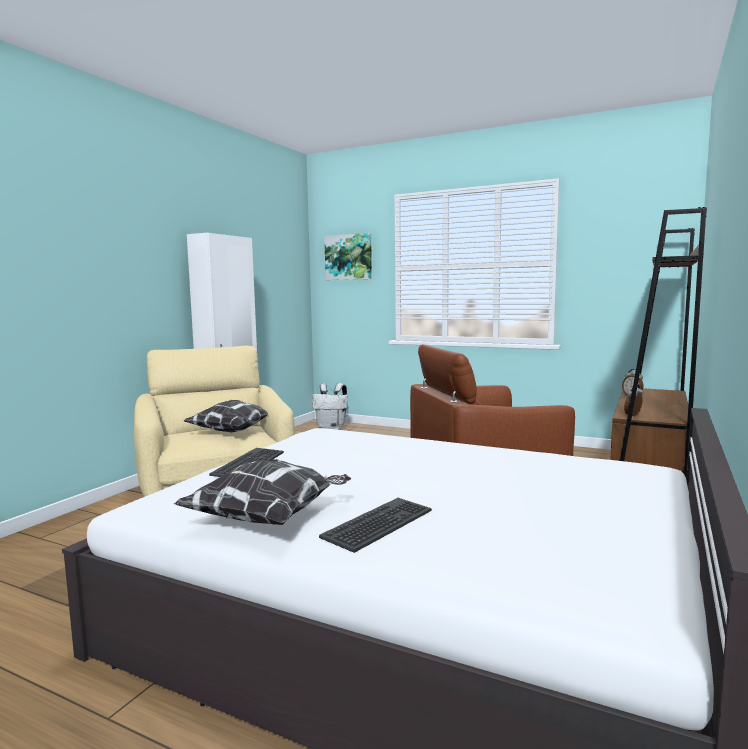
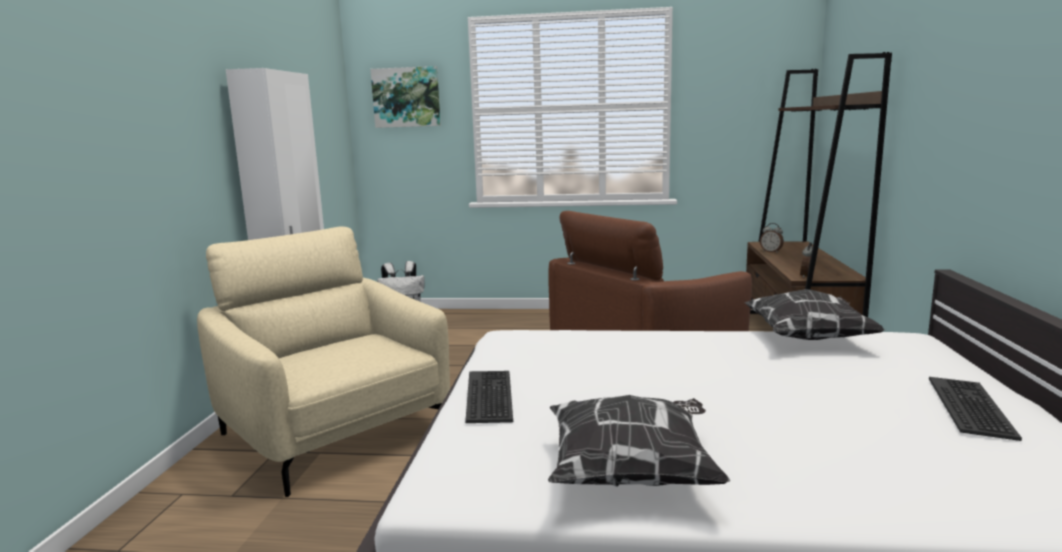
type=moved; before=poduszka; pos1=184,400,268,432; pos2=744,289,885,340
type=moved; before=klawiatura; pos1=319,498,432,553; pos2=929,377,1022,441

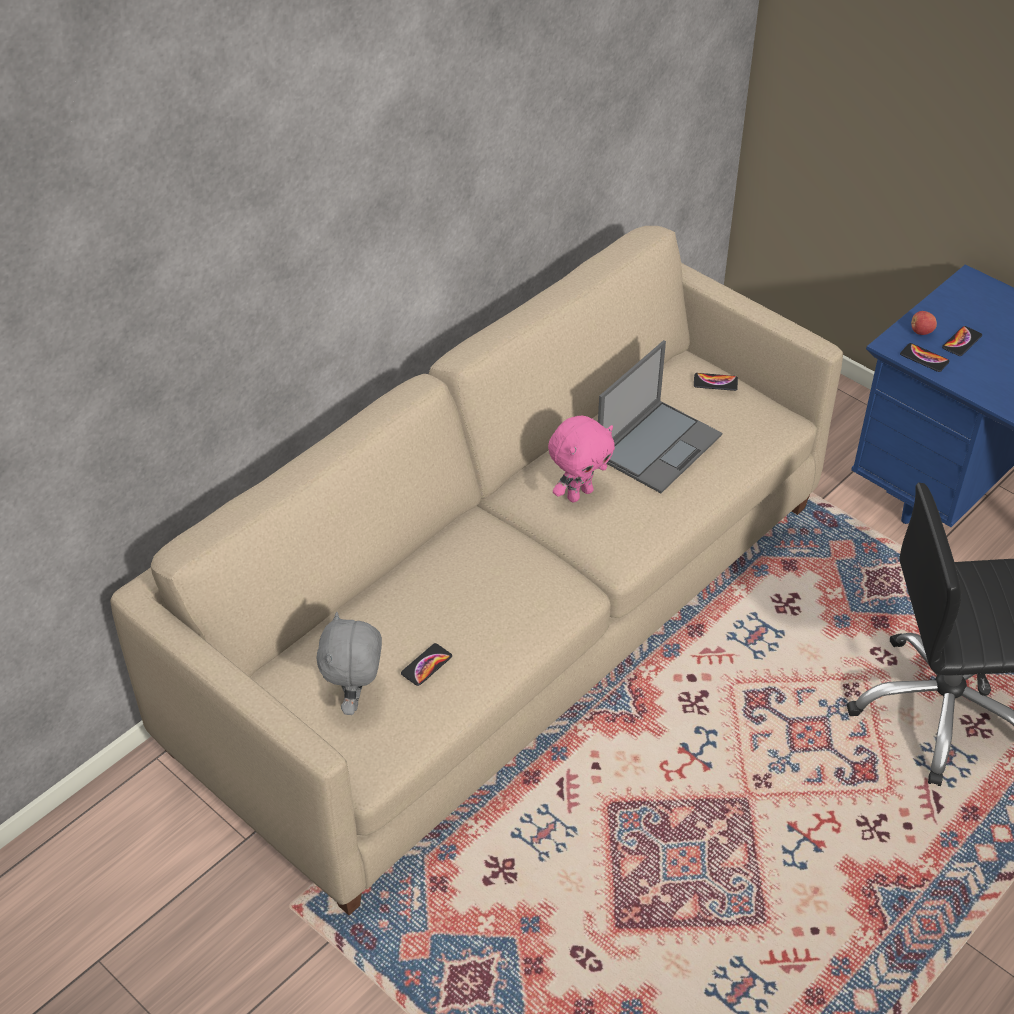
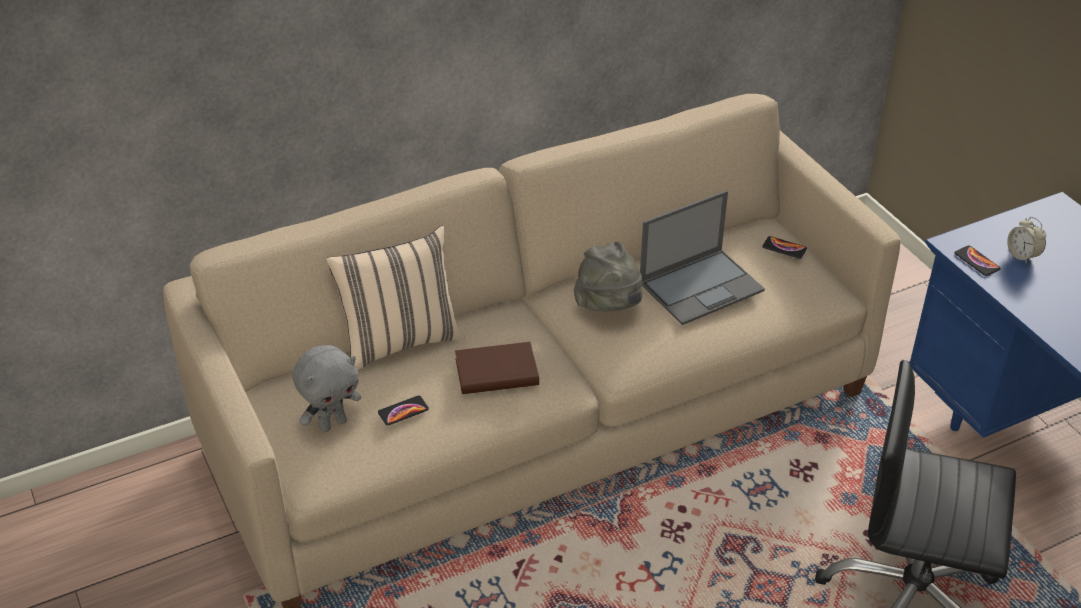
type=turned; before=pluszak/szary; pos1=316,612,382,715; pos2=293,345,361,432; turn=-150
type=replaced; before=pluszak/różowy; after=kapelusz/szary; pos1=548,416,615,502; pos2=574,241,642,312
type=removed; before=jabłko; pos1=911,311,937,335
type=replaced; before=telefon; after=budzik; pos1=942,326,982,356; pos2=1007,217,1046,264
type=added; after=poduszka/beżowy; pos2=326,226,465,371
type=added; after=książka/brązowy; pos2=455,342,539,394

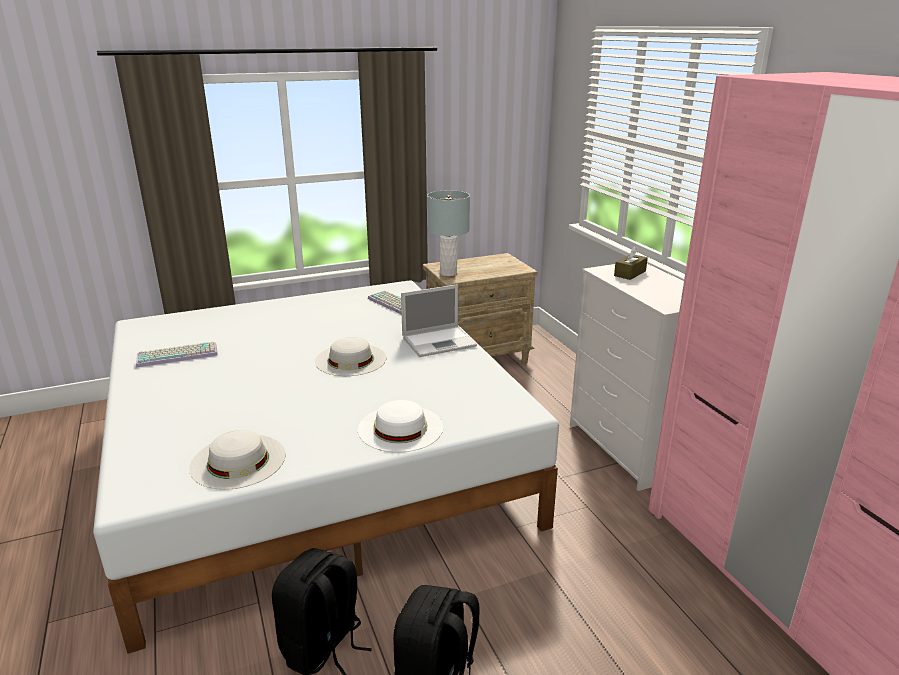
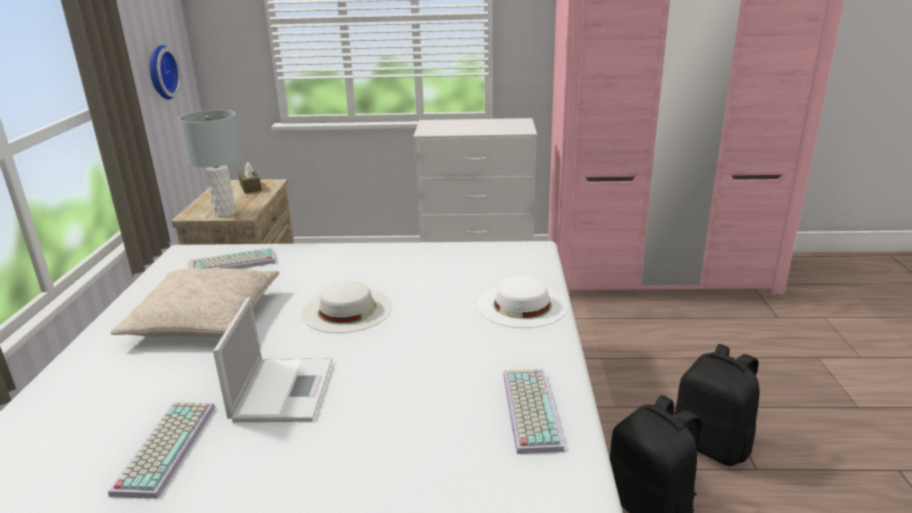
type=replaced; before=kapelusz/biały; after=klawiatura; pos1=189,430,285,490; pos2=503,369,565,454
type=moved; before=laptop; pos1=401,284,477,357; pos2=213,297,332,422
type=moved; before=pudełko chusteczek/brązowy; pos1=614,246,648,280; pos2=238,163,262,193
type=added; after=poduszka/beżowy; pos2=110,268,279,337
type=added; after=zegar ścienny; pos2=150,45,181,100

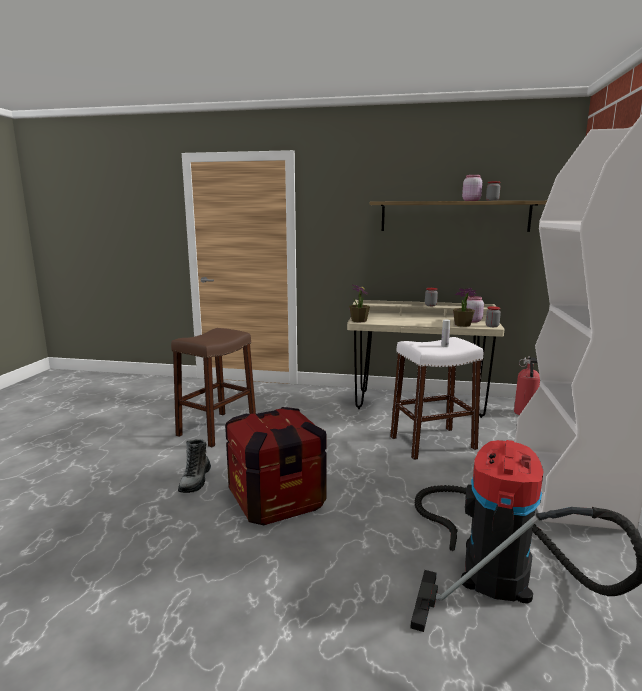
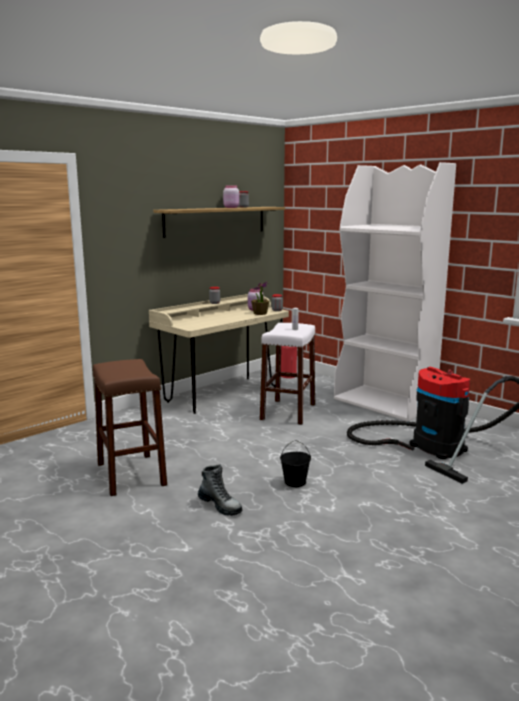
type=replaced; before=skrzynka; after=wiadro/czarny; pos1=225,407,327,526; pos2=280,440,311,487
type=removed; before=roślina doniczkowa; pos1=349,285,370,322

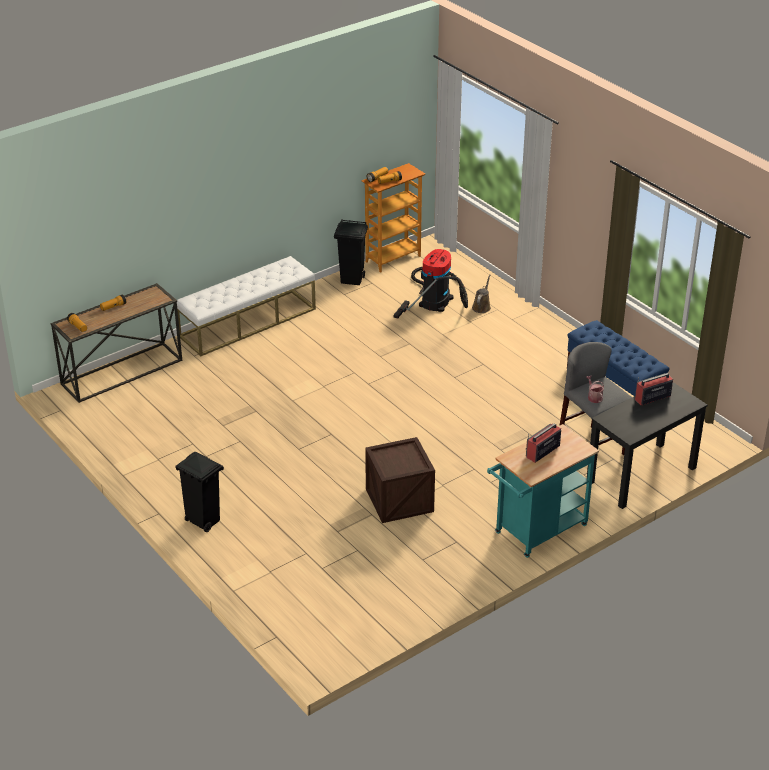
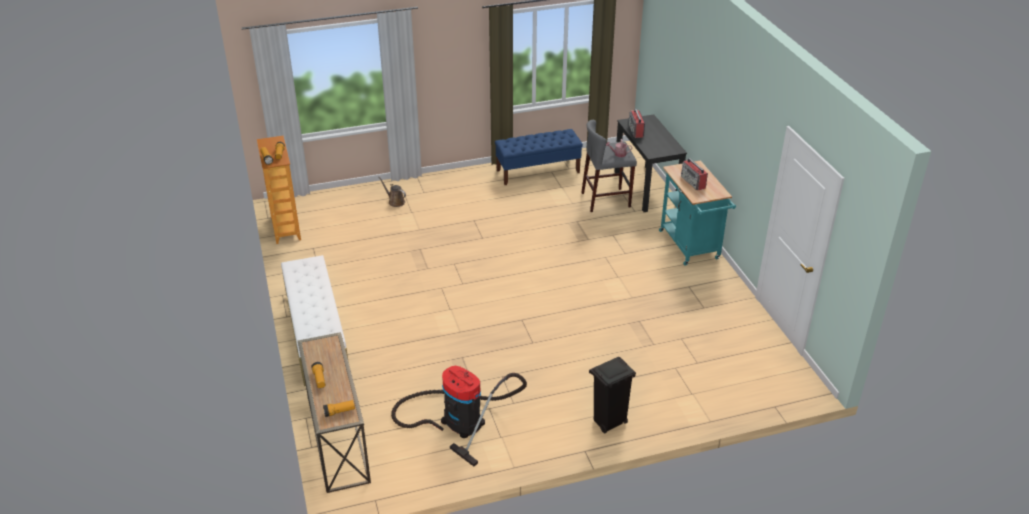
type=removed; before=kosz na śmieci/czarny; pos1=334,220,368,285
type=removed; before=skrzynka; pos1=365,437,435,523
type=moved; before=odkurzacz; pos1=394,249,468,318; pos2=391,366,527,467

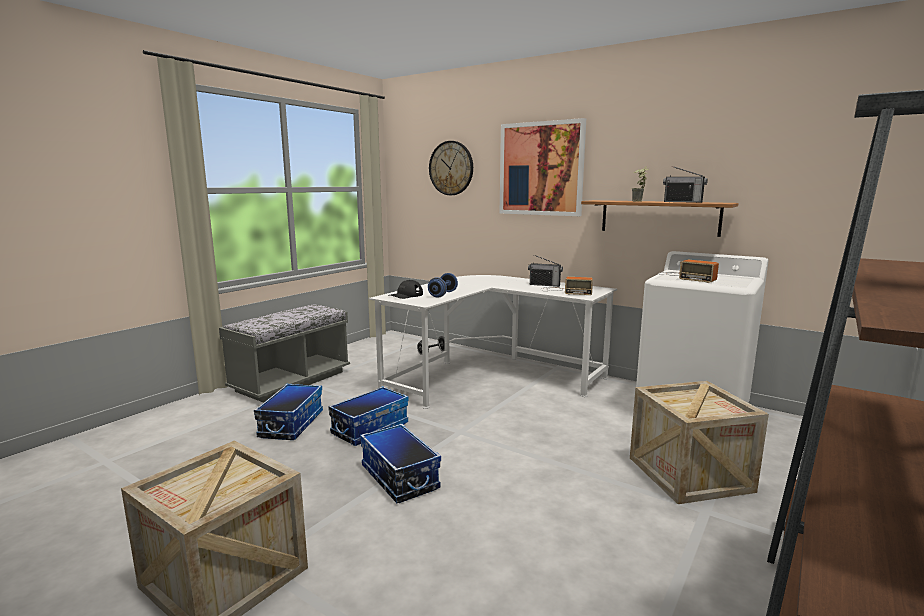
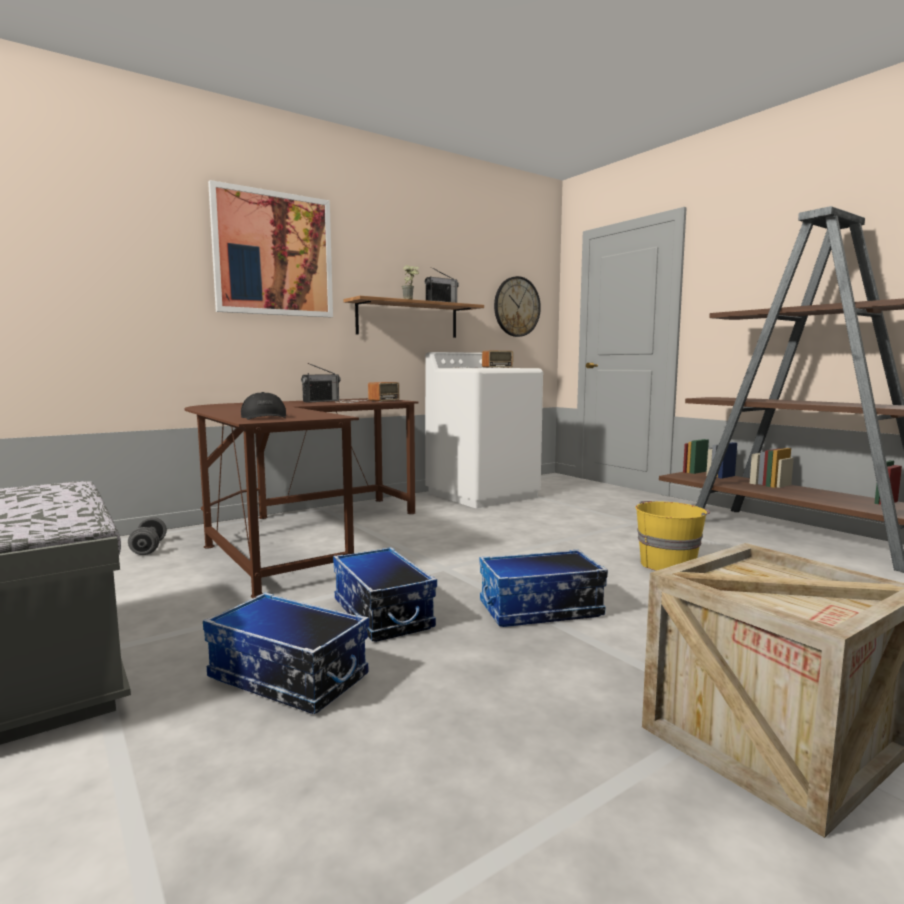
type=recoloured; before=biurko/biały; after=biurko/brązowy; pos1=369,275,617,409; pos2=184,398,418,598
type=removed; before=hantel/niebieski; pos1=428,273,458,298
type=moved; before=zegar ścienny; pos1=429,141,473,195; pos2=494,276,541,337
type=removed; before=skrzynka; pos1=630,381,769,504
type=added; after=wiadro/żółty; pos2=636,501,710,571

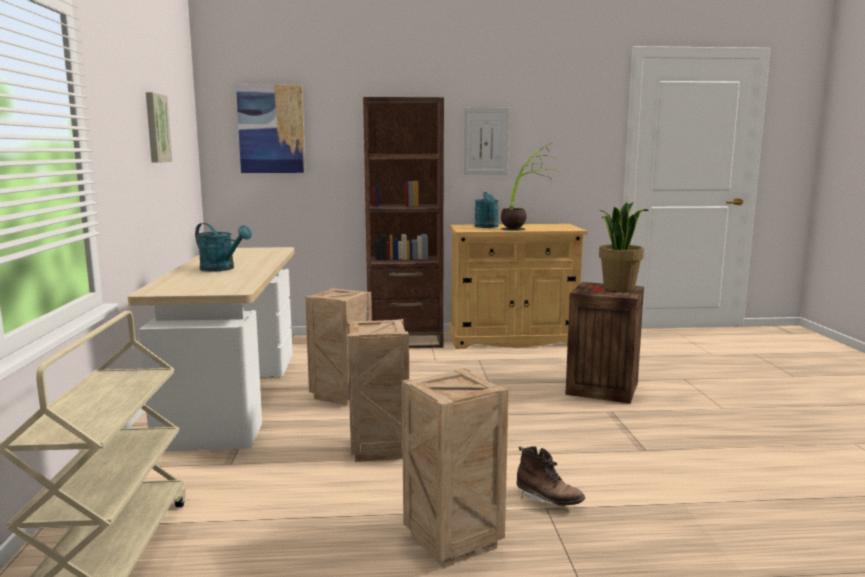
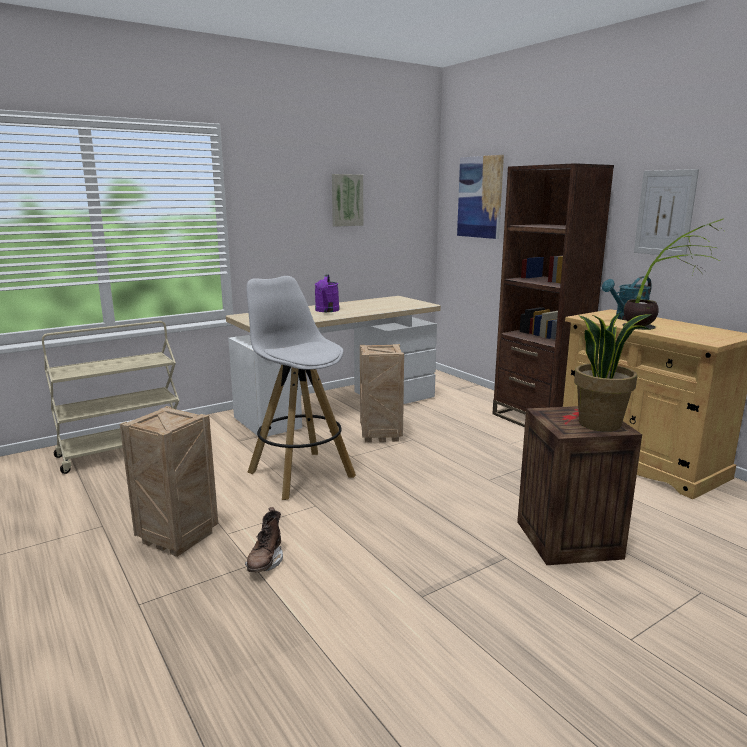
type=recoloured; before=konewka/turkusowy; after=konewka/fioletowy; pos1=195,223,252,271; pos2=314,275,340,312
type=replaced; before=skrzynka; after=stołek/biały; pos1=347,319,409,462; pos2=246,276,356,500

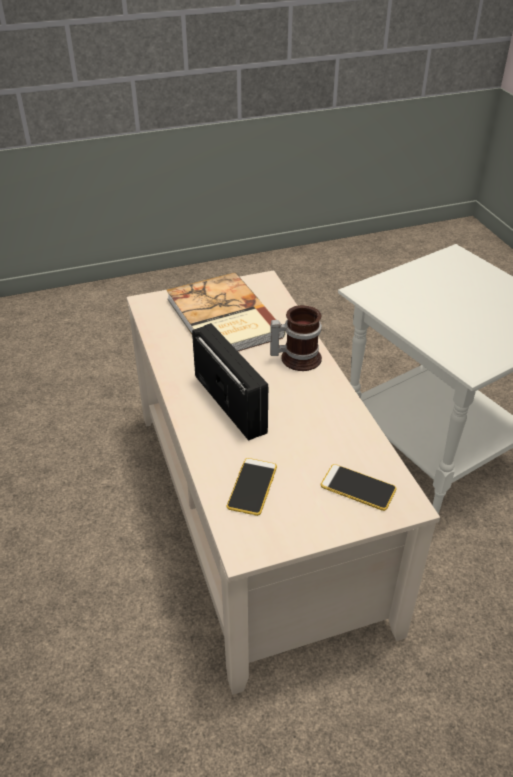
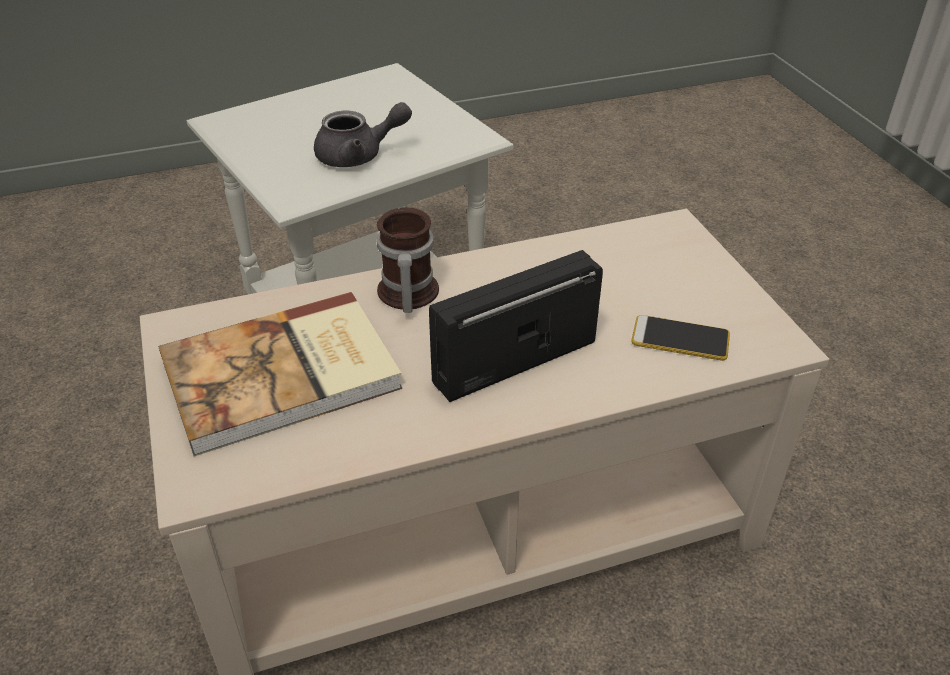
type=removed; before=telefon; pos1=321,464,397,511
type=added; after=imbryk/szary; pos2=314,102,412,167

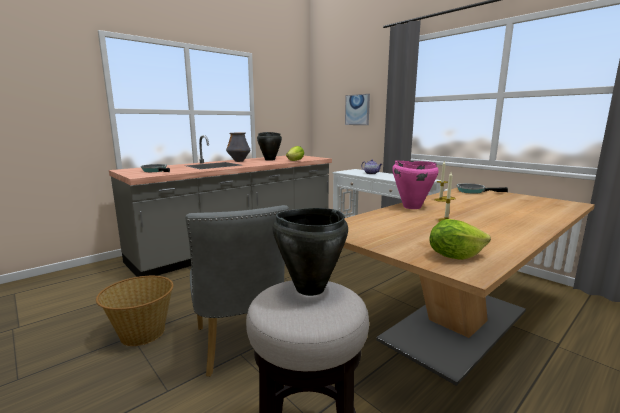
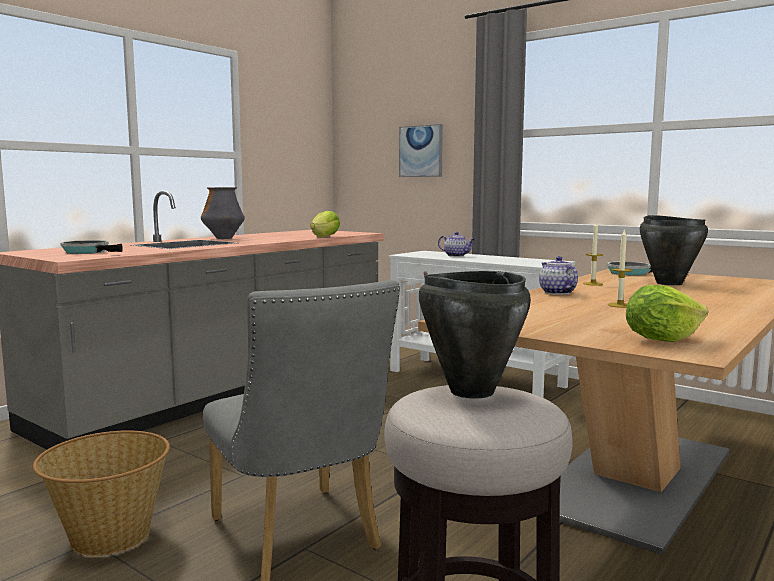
type=moved; before=garnek/czarny; pos1=257,132,282,161; pos2=640,215,708,285
type=replaced; before=garnek/różowy; after=imbryk; pos1=392,161,439,209; pos2=539,256,578,295

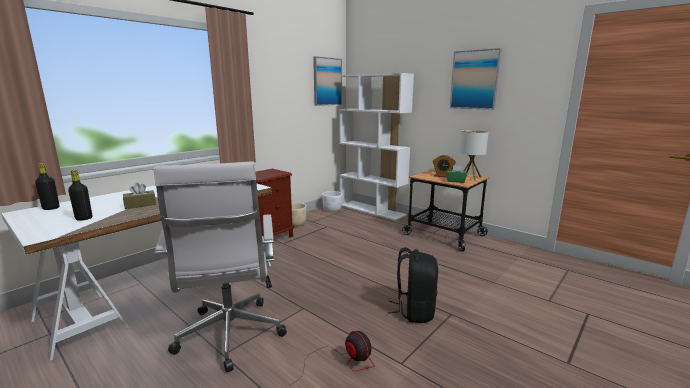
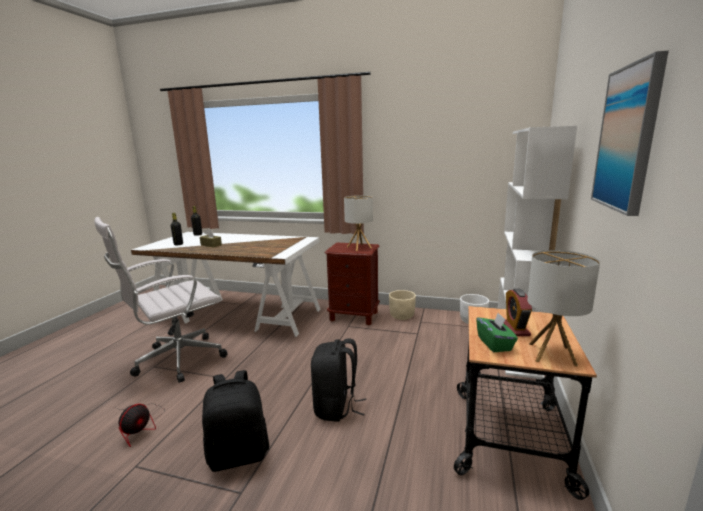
type=removed; before=obraz; pos1=313,56,342,106
type=added; after=plecak/czarny; pos2=311,338,366,422
type=added; after=lampa stołowa; pos2=344,195,373,251

